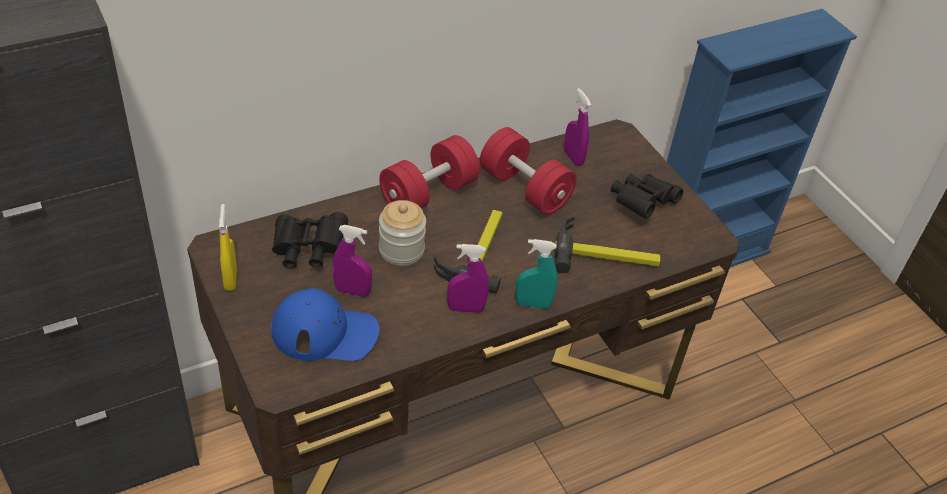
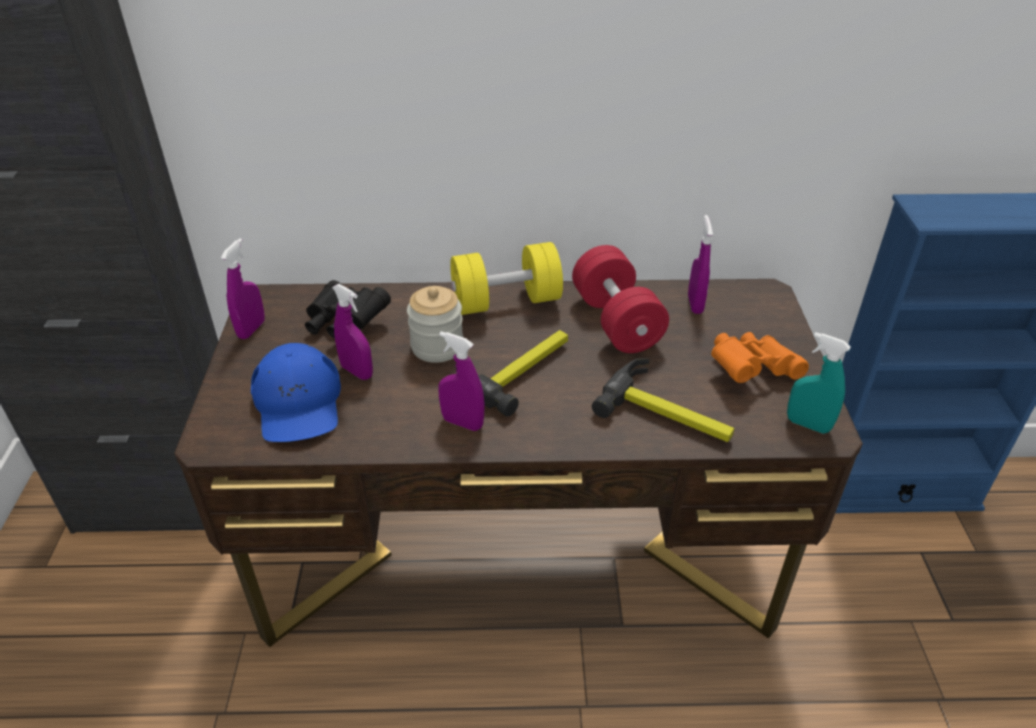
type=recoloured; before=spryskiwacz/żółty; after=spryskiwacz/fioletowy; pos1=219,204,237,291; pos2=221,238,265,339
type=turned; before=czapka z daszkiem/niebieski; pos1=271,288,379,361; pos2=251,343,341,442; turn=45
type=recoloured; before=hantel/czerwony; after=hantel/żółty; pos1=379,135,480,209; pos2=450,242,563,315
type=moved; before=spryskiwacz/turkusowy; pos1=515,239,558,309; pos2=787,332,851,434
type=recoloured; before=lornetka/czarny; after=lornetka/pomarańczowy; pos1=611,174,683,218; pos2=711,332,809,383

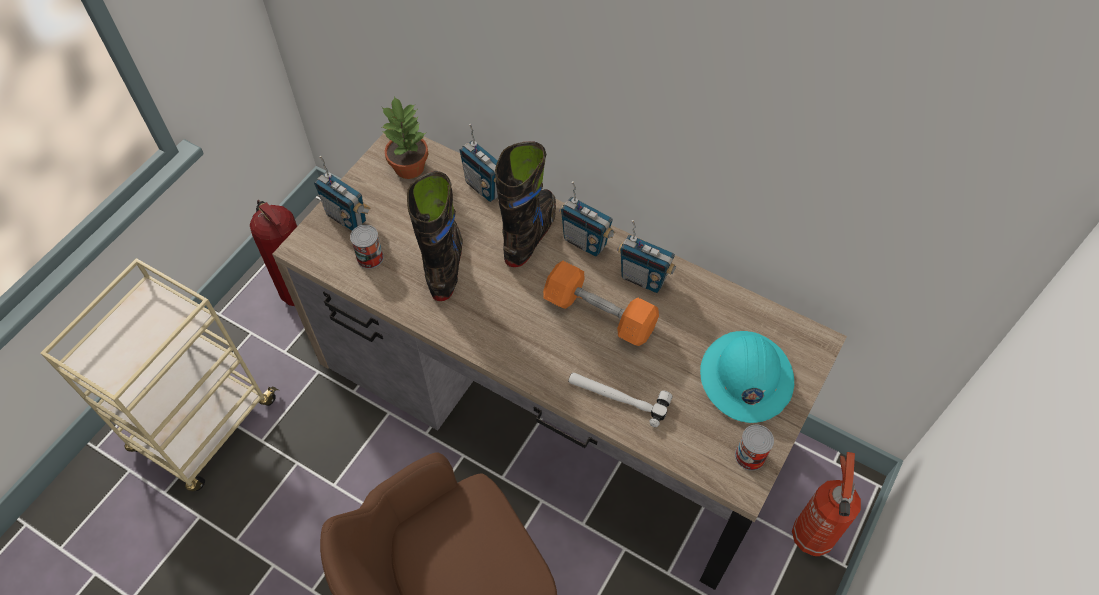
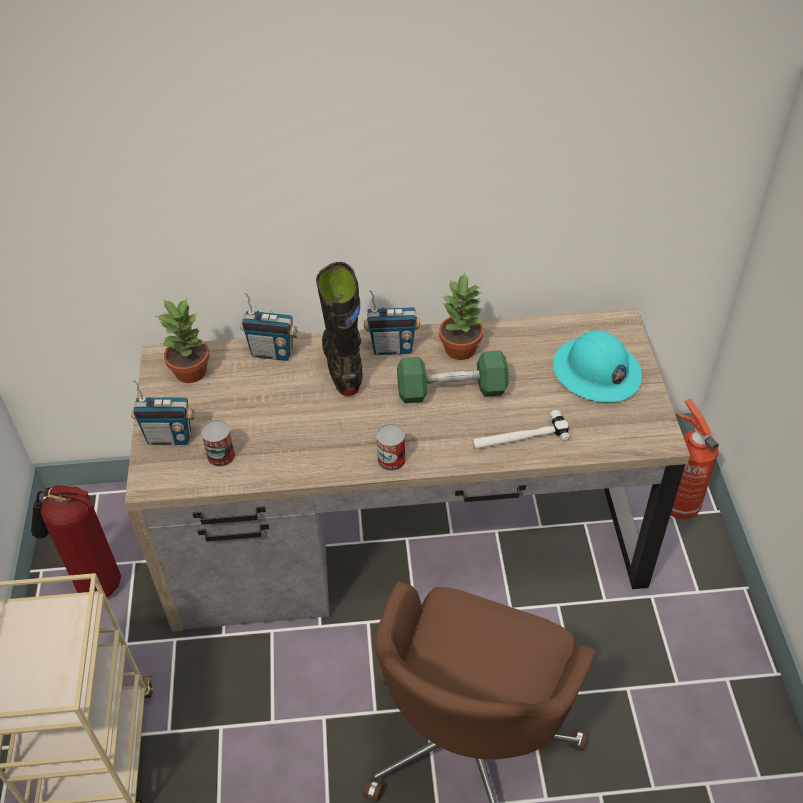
type=removed; before=but z cholewką/czarny; pos1=407,171,463,301
type=recoloured; before=hantel/pomarańczowy; after=hantel/zielony; pos1=543,260,659,346; pos2=397,350,509,403
type=replaced; before=radio; after=roślina doniczkowa; pos1=617,220,676,293; pos2=439,273,483,360
type=moved; before=puszka; pos1=735,425,774,471; pos2=376,424,406,471

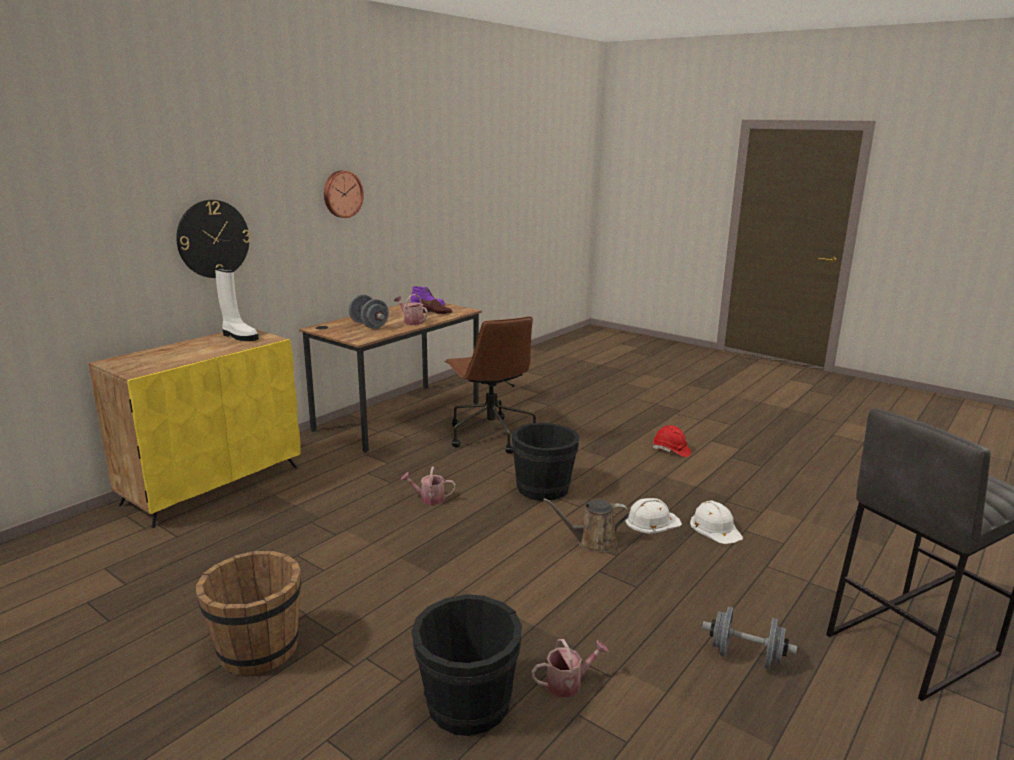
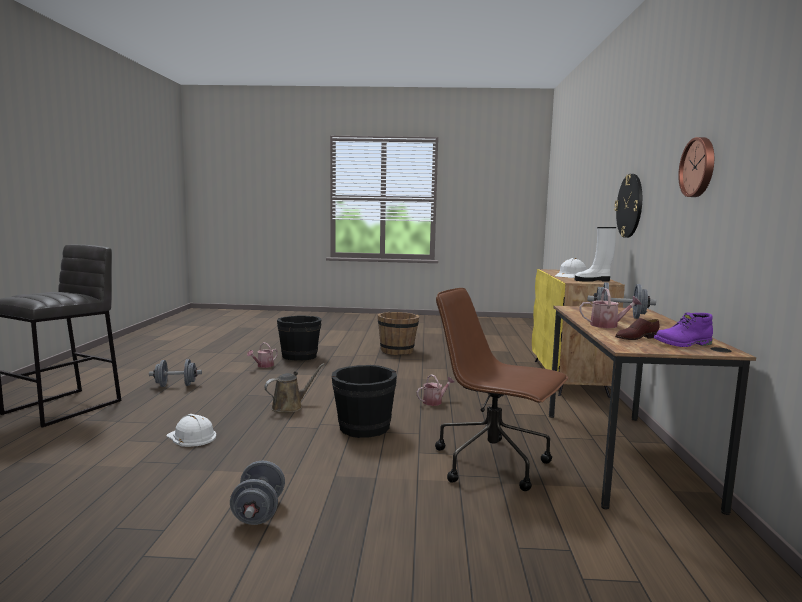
type=moved; before=kask/biały; pos1=625,498,682,534; pos2=555,258,586,278
type=replaced; before=kask/czerwony; after=hantel/szary; pos1=653,425,691,457; pos2=230,460,285,525

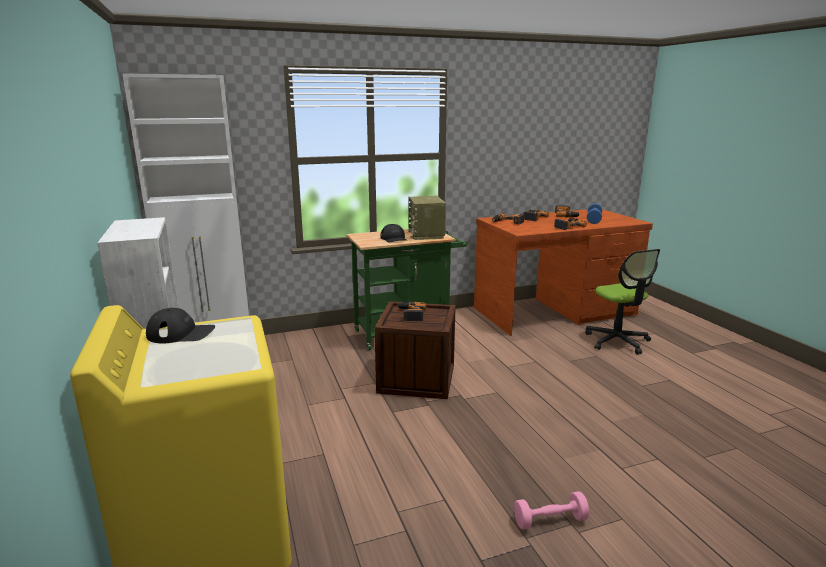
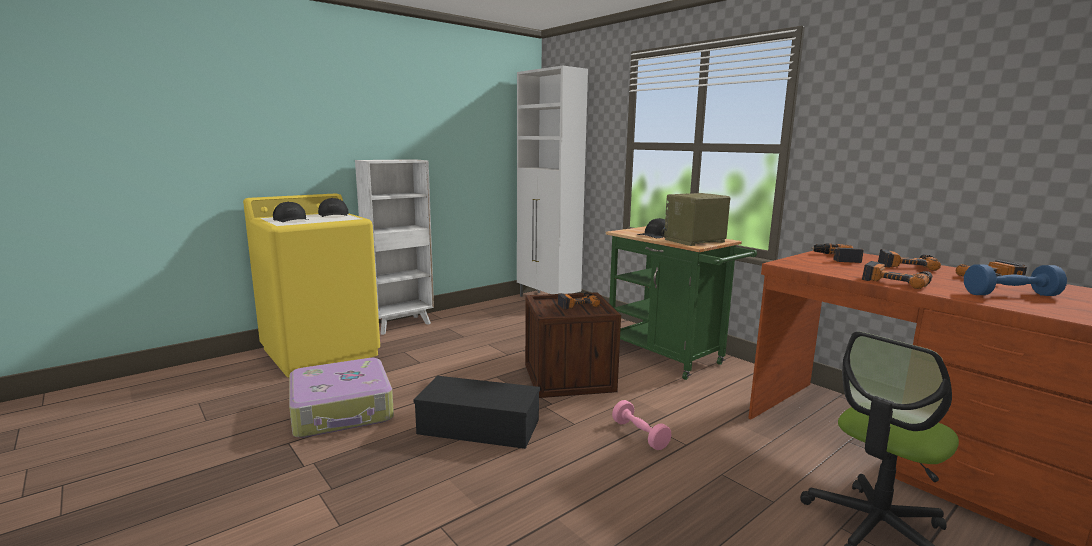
type=moved; before=hantel/różowy; pos1=514,491,589,529; pos2=612,400,671,450
type=added; after=czapka z daszkiem/czarny; pos2=273,202,308,222
type=added; after=walizka; pos2=289,358,394,438
type=added; after=pojemnik do przechowywania/czarny; pos2=414,376,540,449

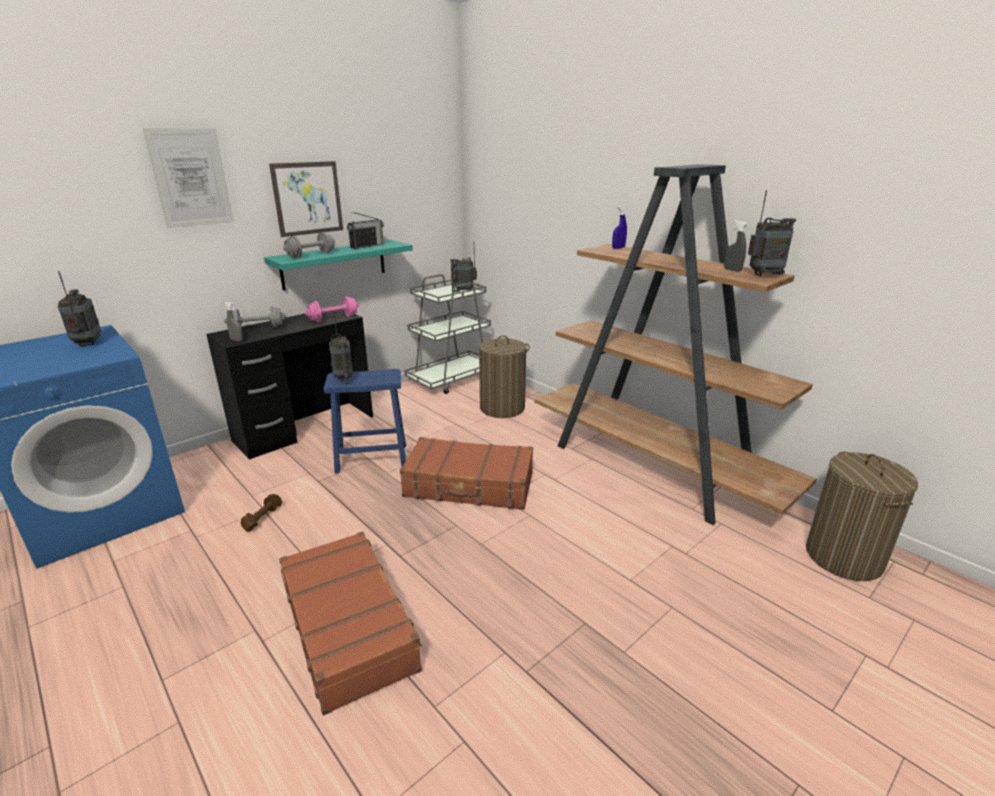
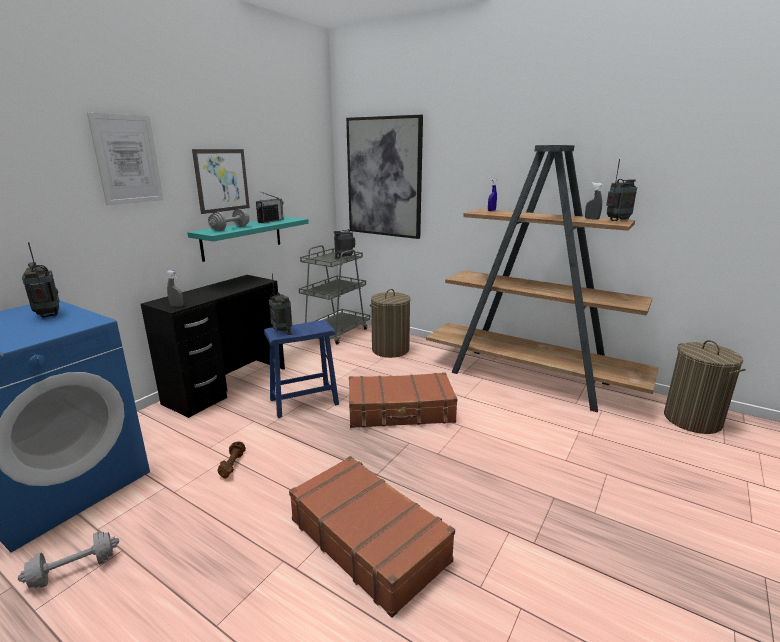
type=moved; before=hantel/szary; pos1=224,306,286,330; pos2=18,532,119,588
type=removed; before=hantel/różowy; pos1=305,296,359,322
type=added; after=obraz; pos2=346,115,423,239

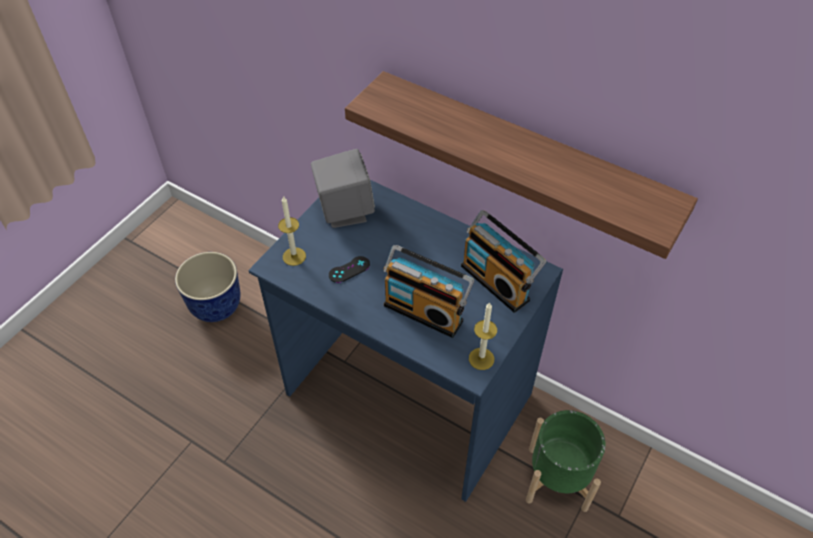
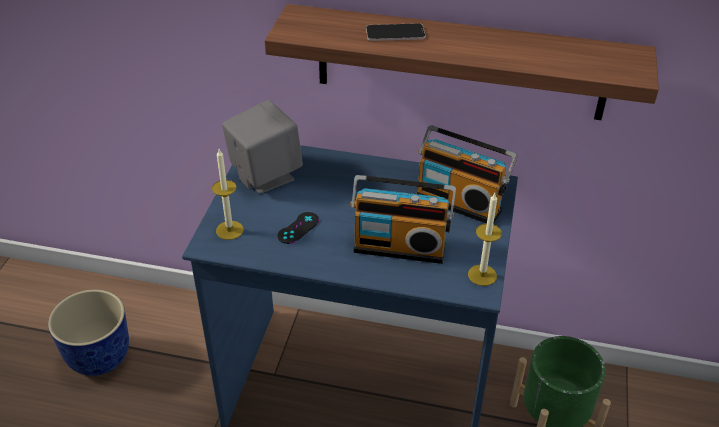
type=added; after=telefon; pos2=366,23,426,41

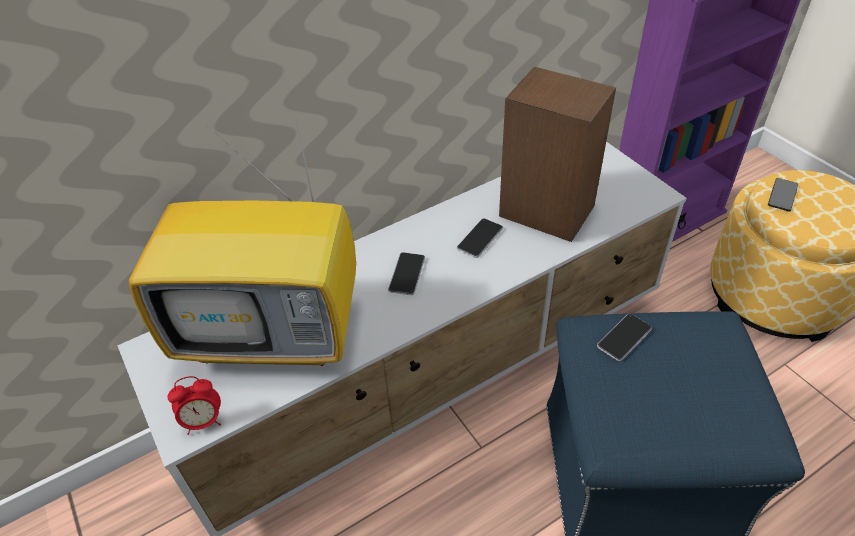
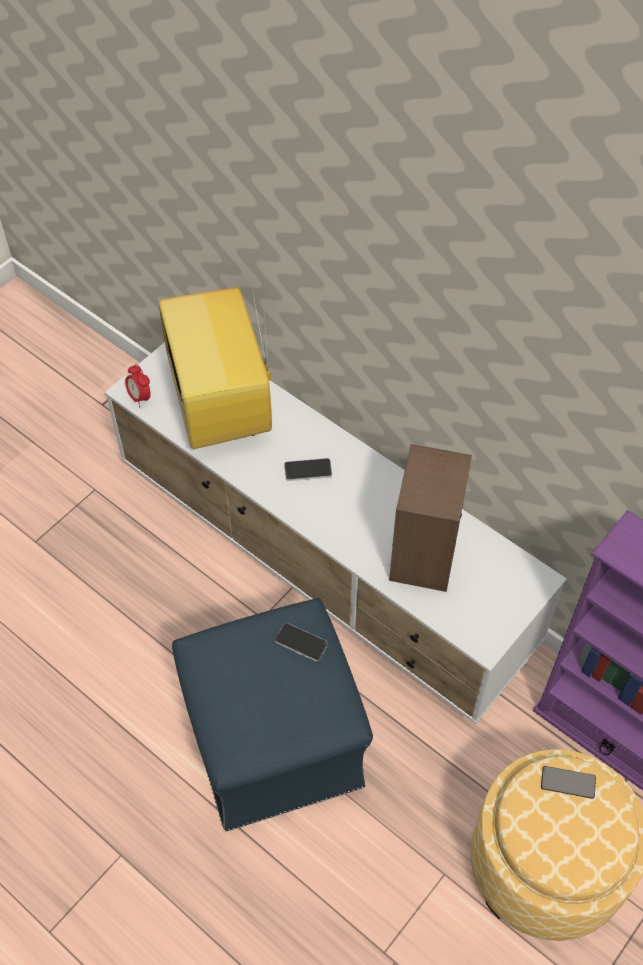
type=removed; before=telefon; pos1=457,218,503,258

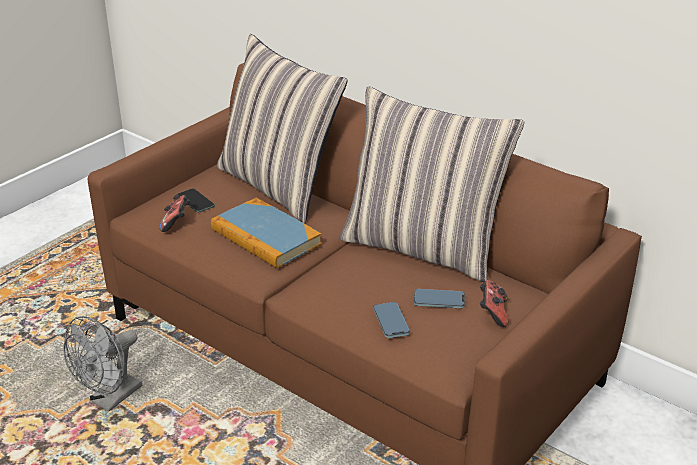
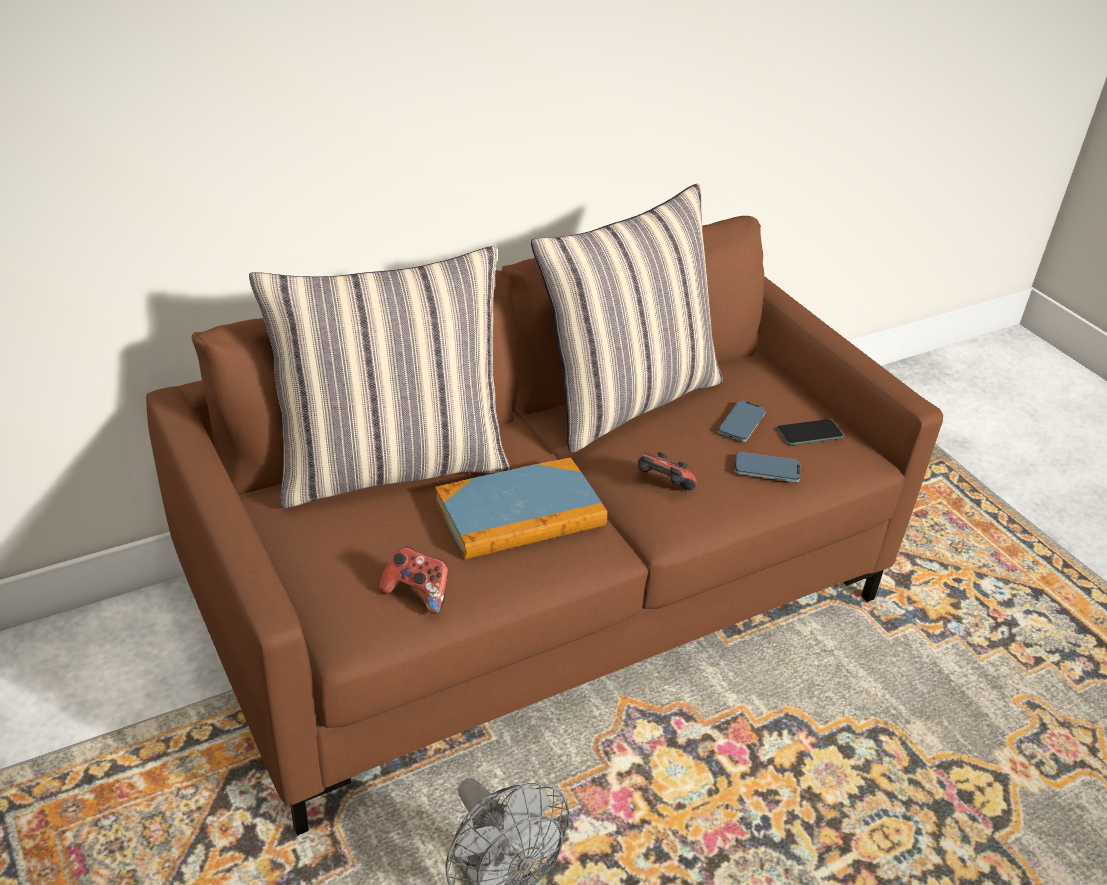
type=moved; before=telefon; pos1=178,188,215,213; pos2=777,419,843,445
type=moved; before=pad do gier; pos1=480,280,509,327; pos2=638,452,697,490

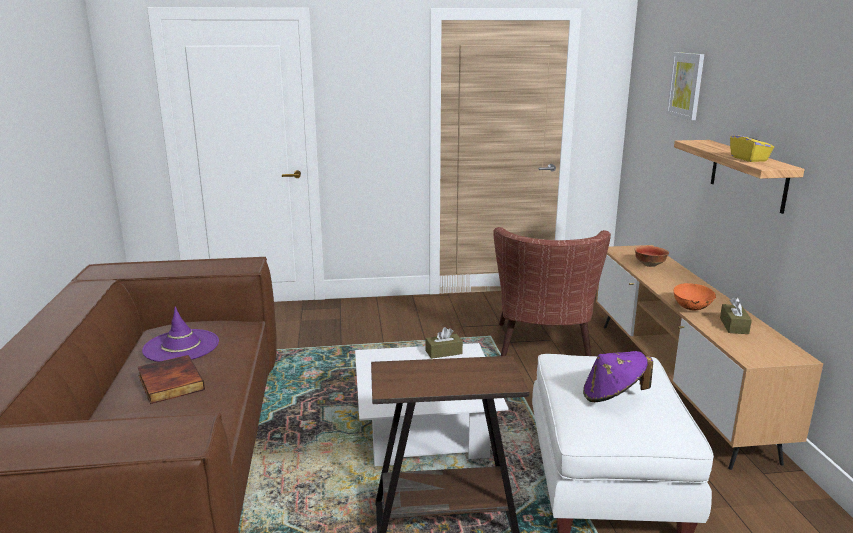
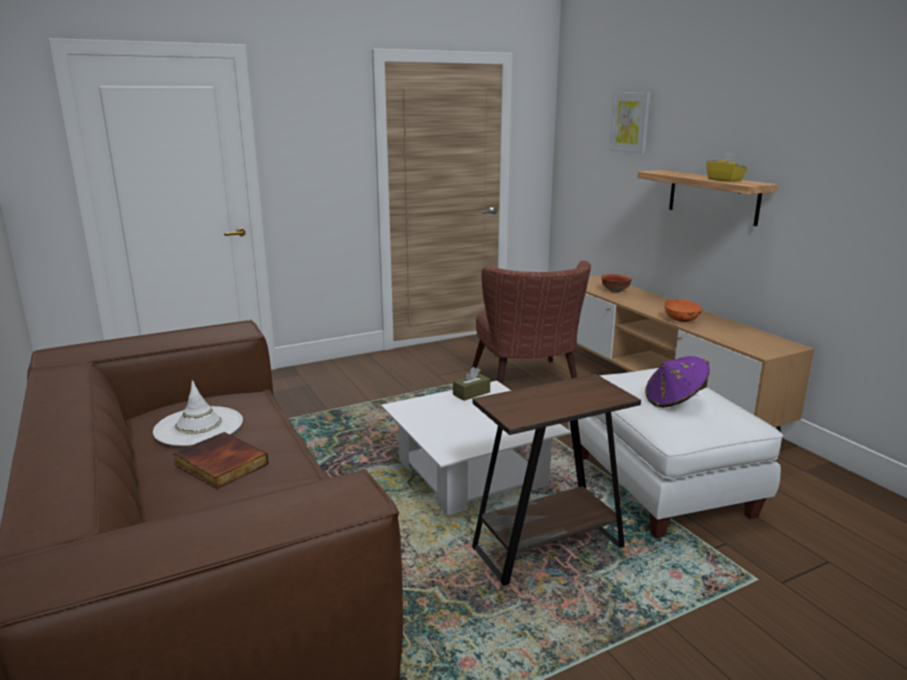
type=recoloured; before=kapelusz/fioletowy; after=kapelusz/biały; pos1=142,307,219,362; pos2=153,380,243,446
type=removed; before=pudełko chusteczek/brązowy; pos1=720,297,752,334

